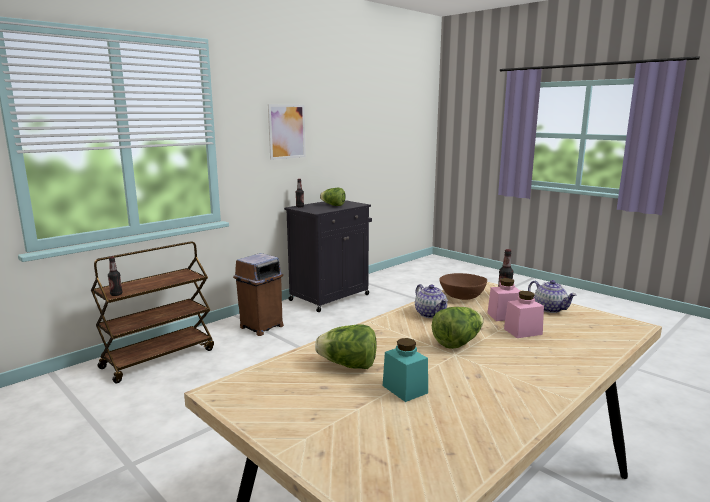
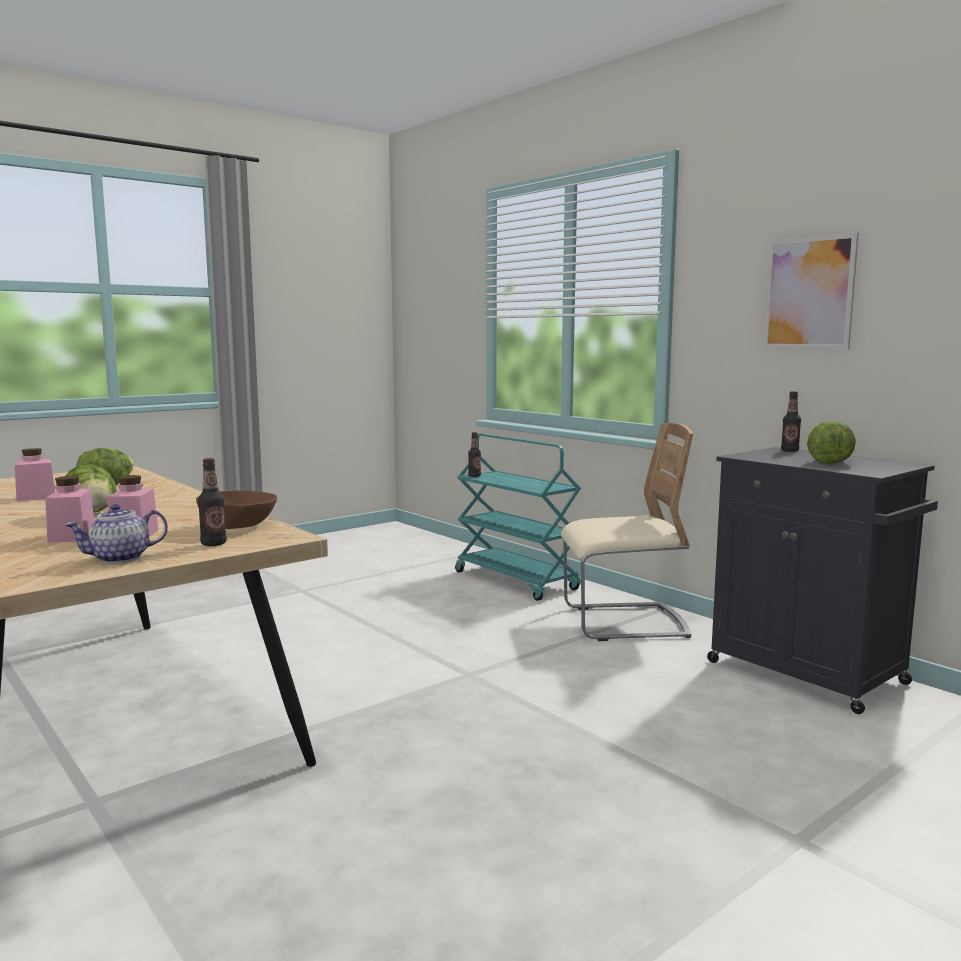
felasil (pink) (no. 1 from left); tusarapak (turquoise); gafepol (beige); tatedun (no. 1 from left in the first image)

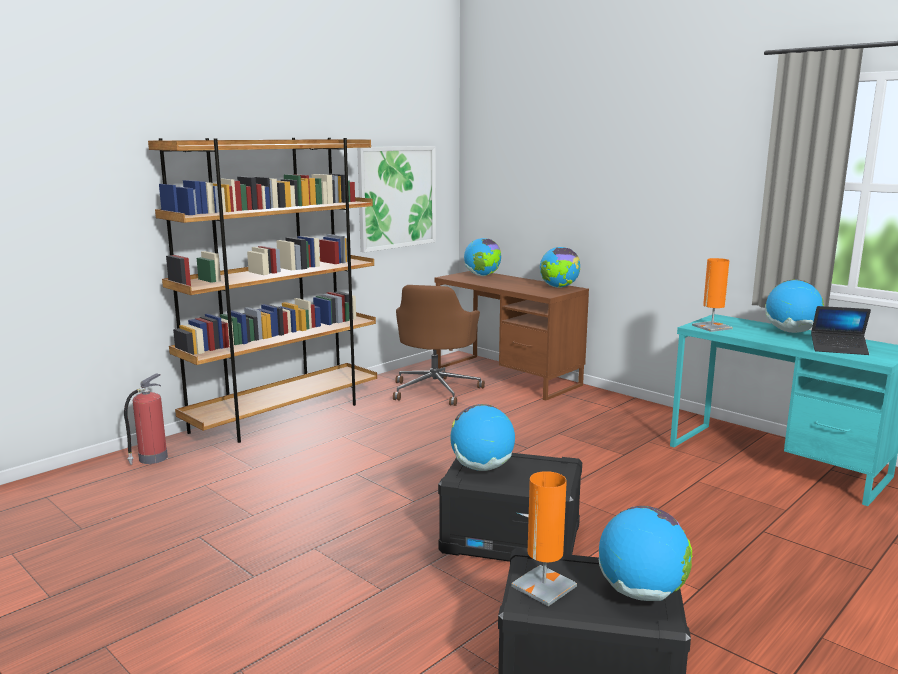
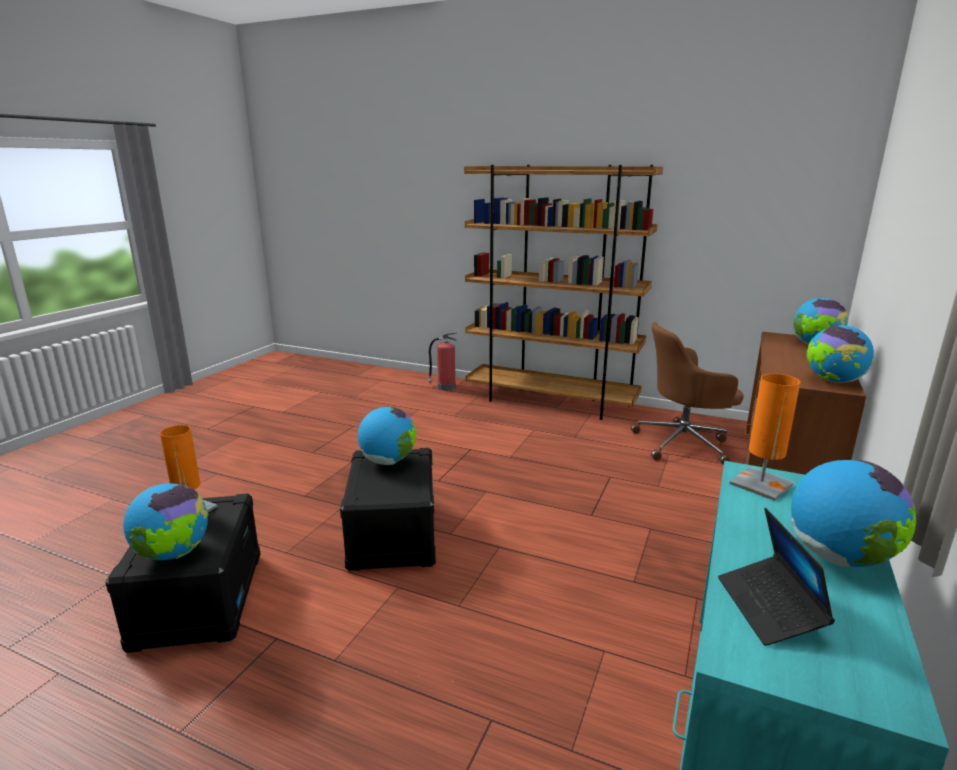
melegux

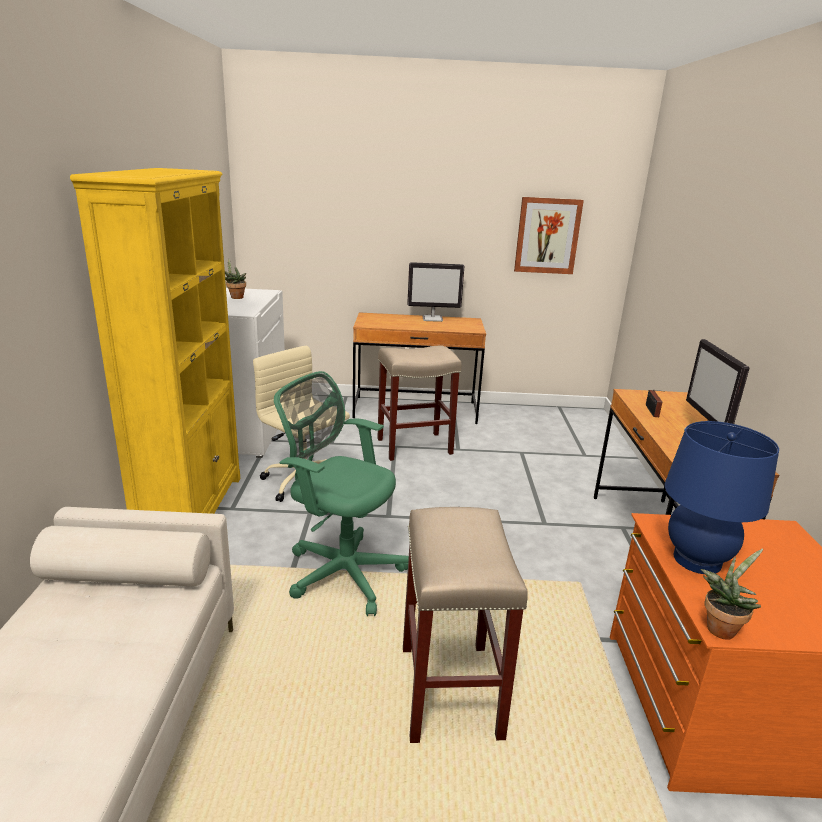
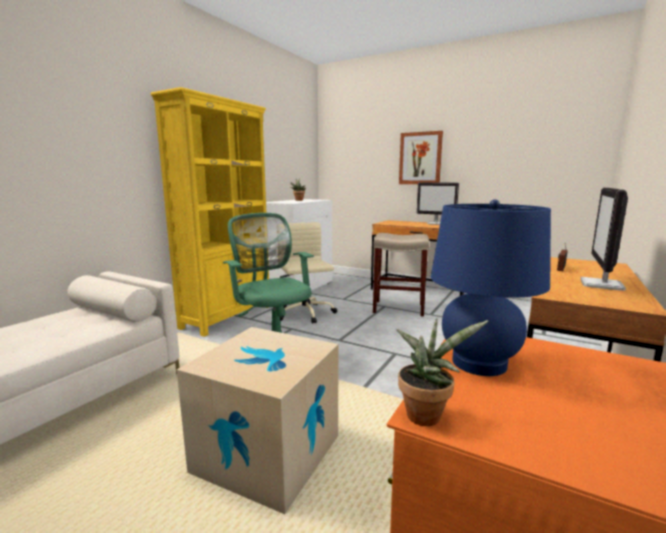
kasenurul; melegux

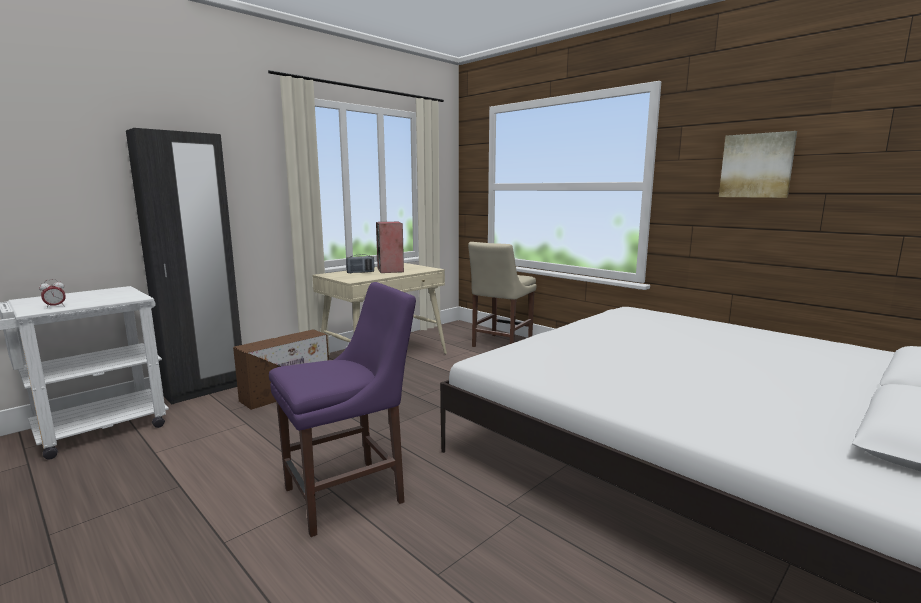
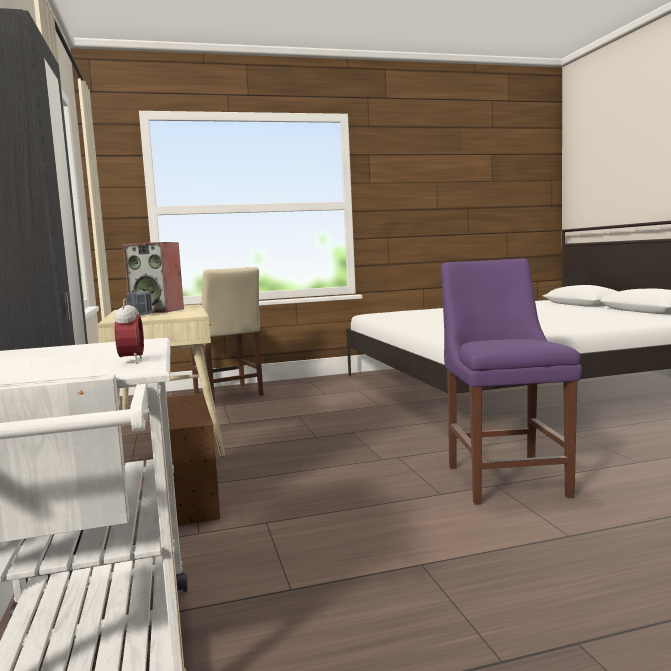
melegux

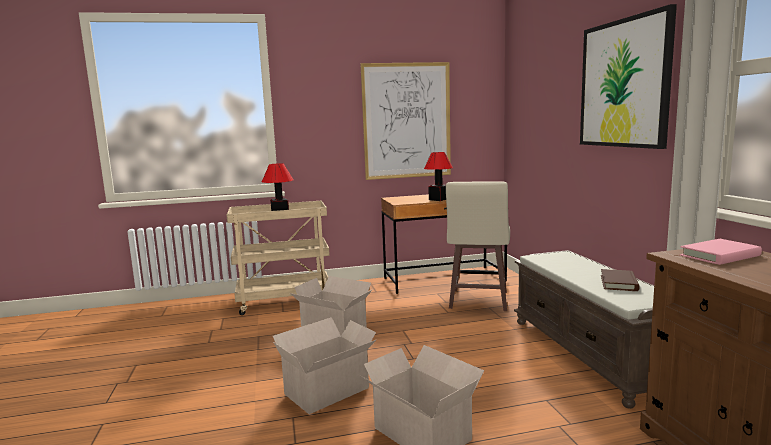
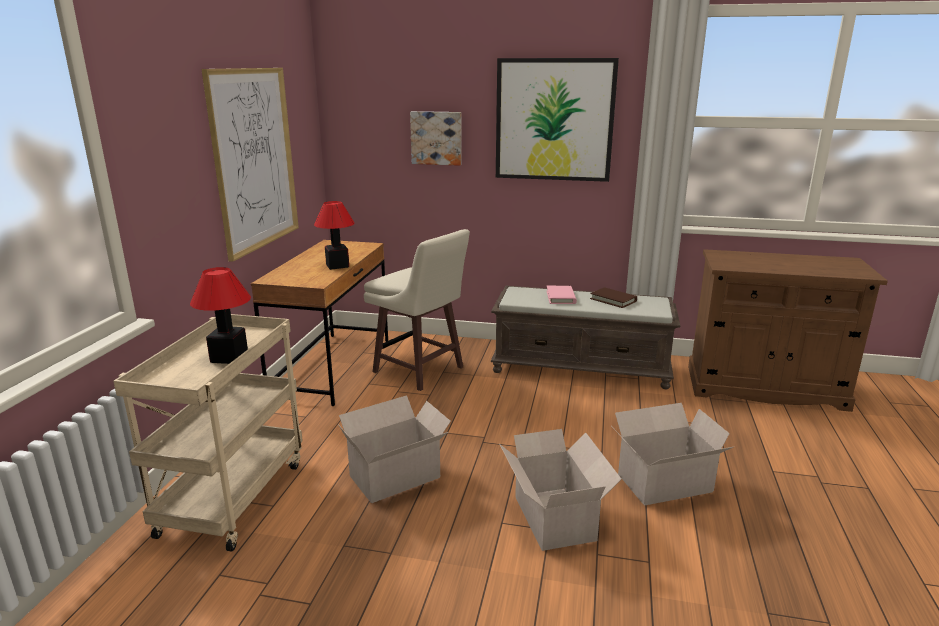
melegux (no. 2 from left); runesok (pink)

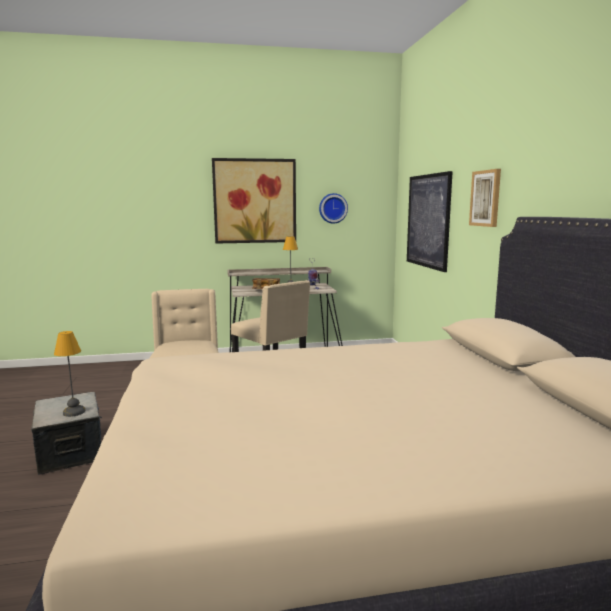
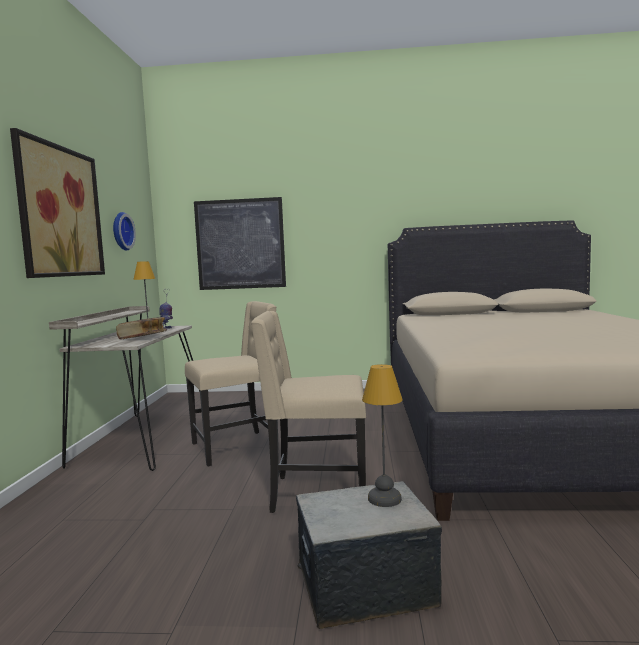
melegux (no. 3 from left in the first image)

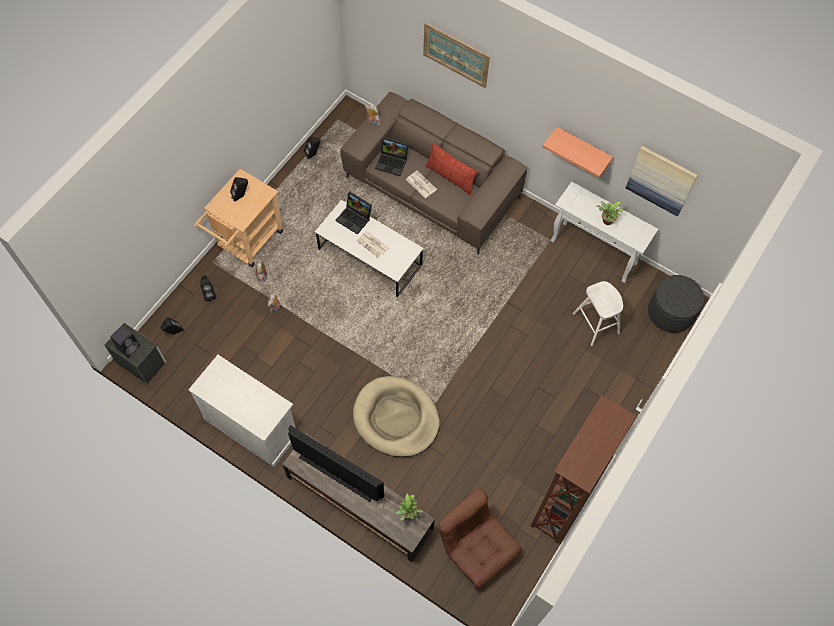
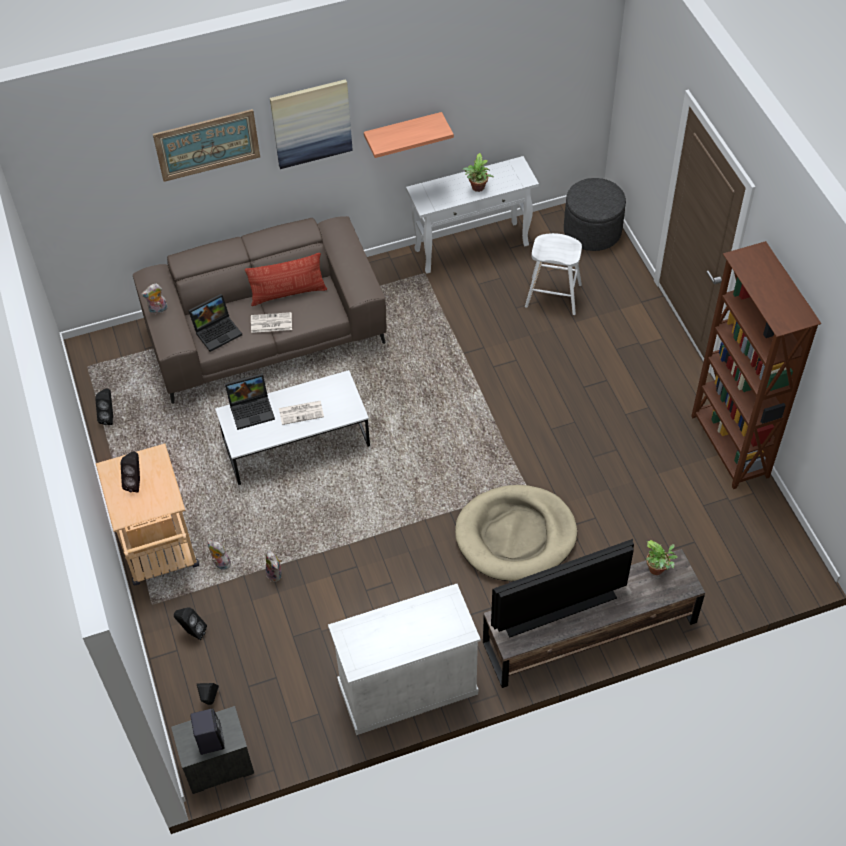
melegux (no. 2 from left); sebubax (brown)

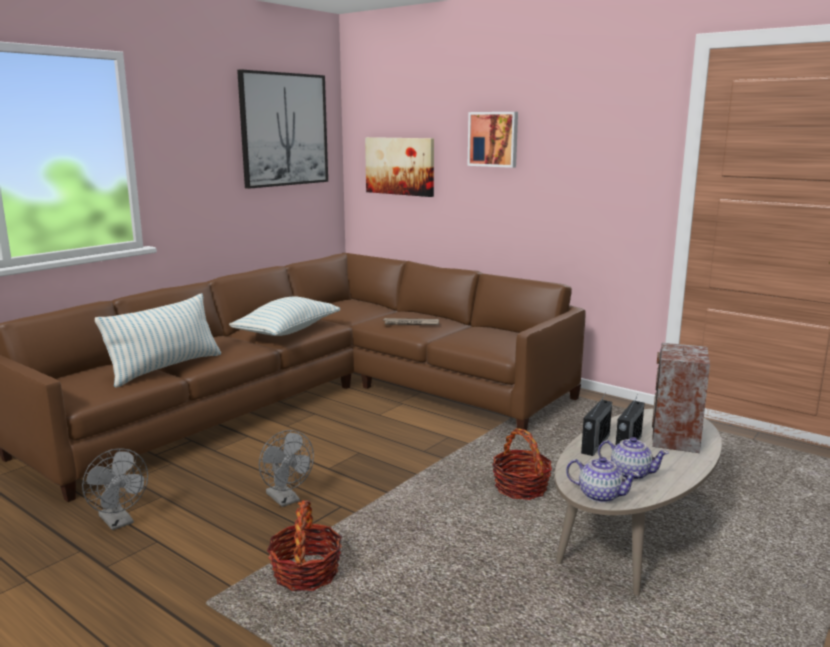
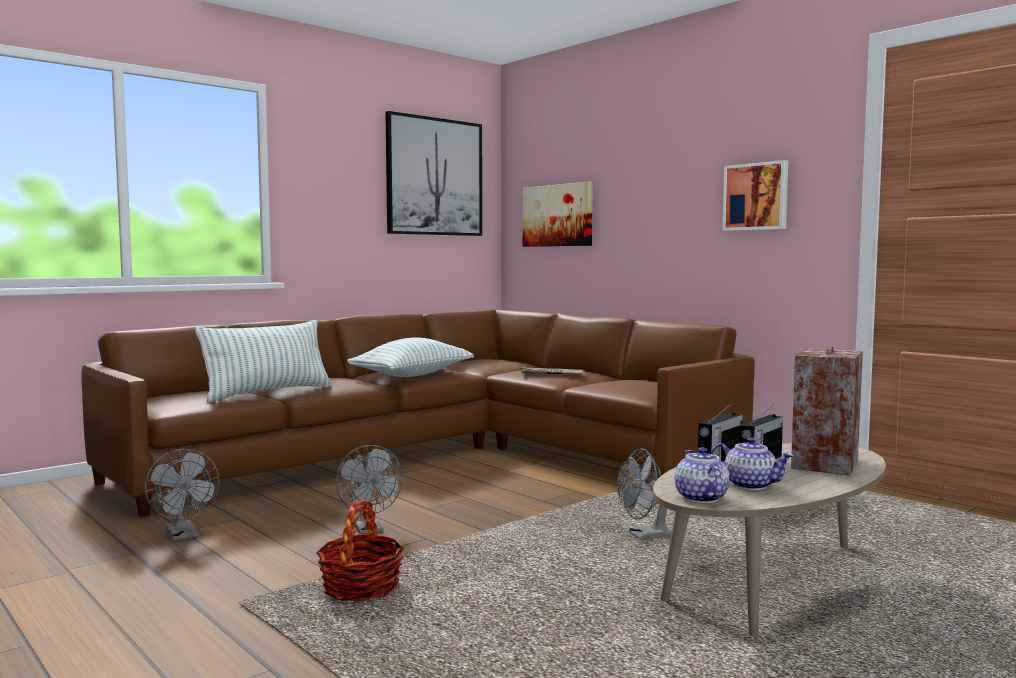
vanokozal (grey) (no. 3 from left); tatedun (no. 1 from left); melegux (no. 3 from left)

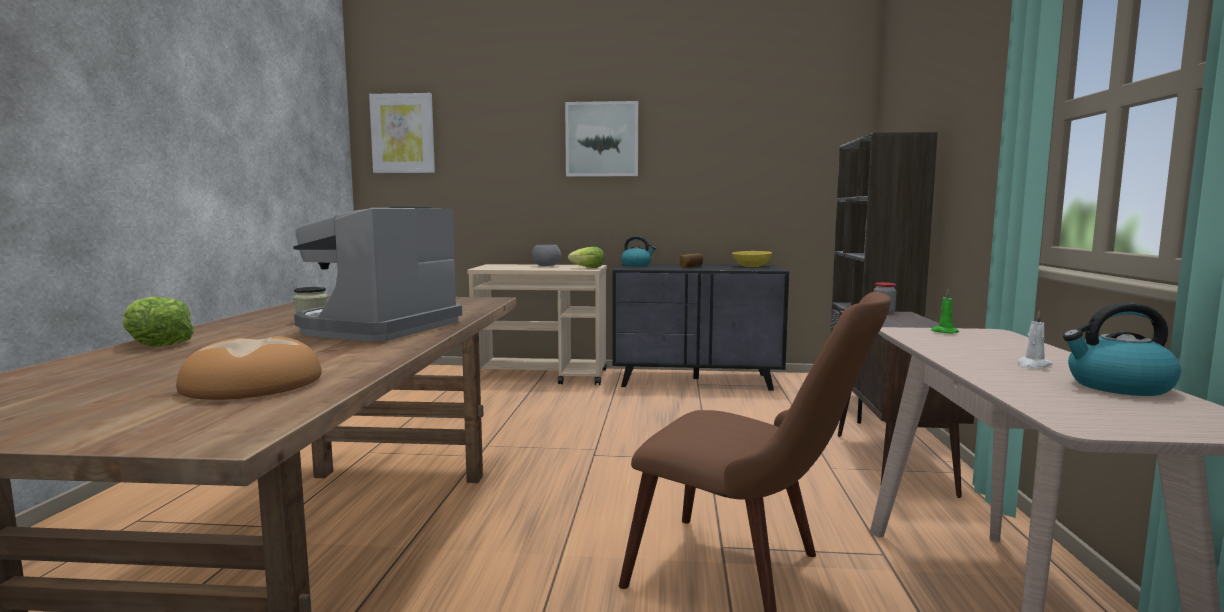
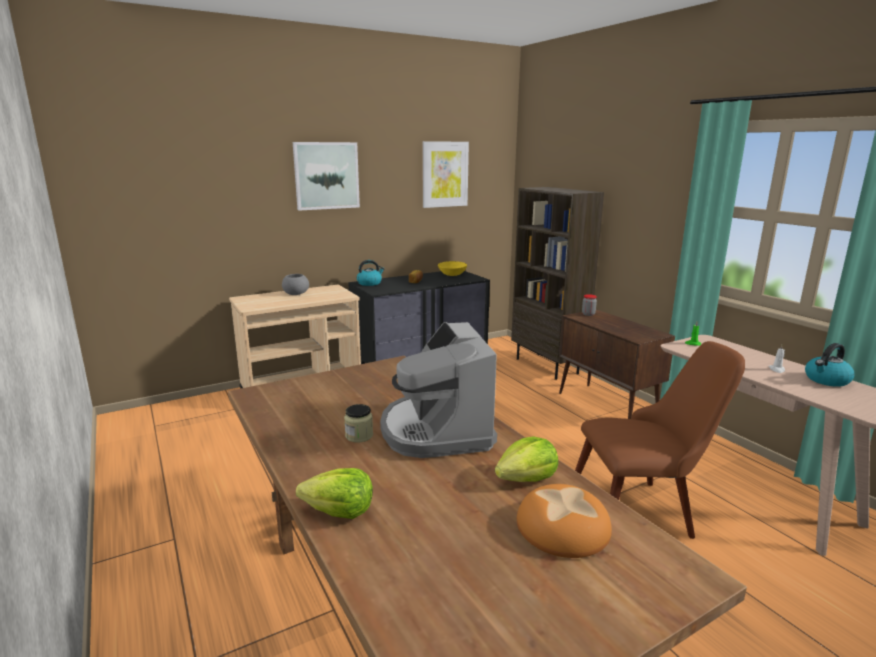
melegux (no. 2 from left); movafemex (no. 2 from left)

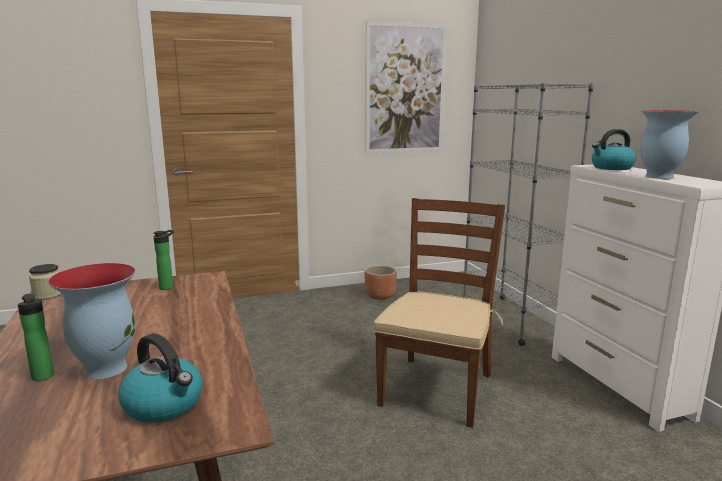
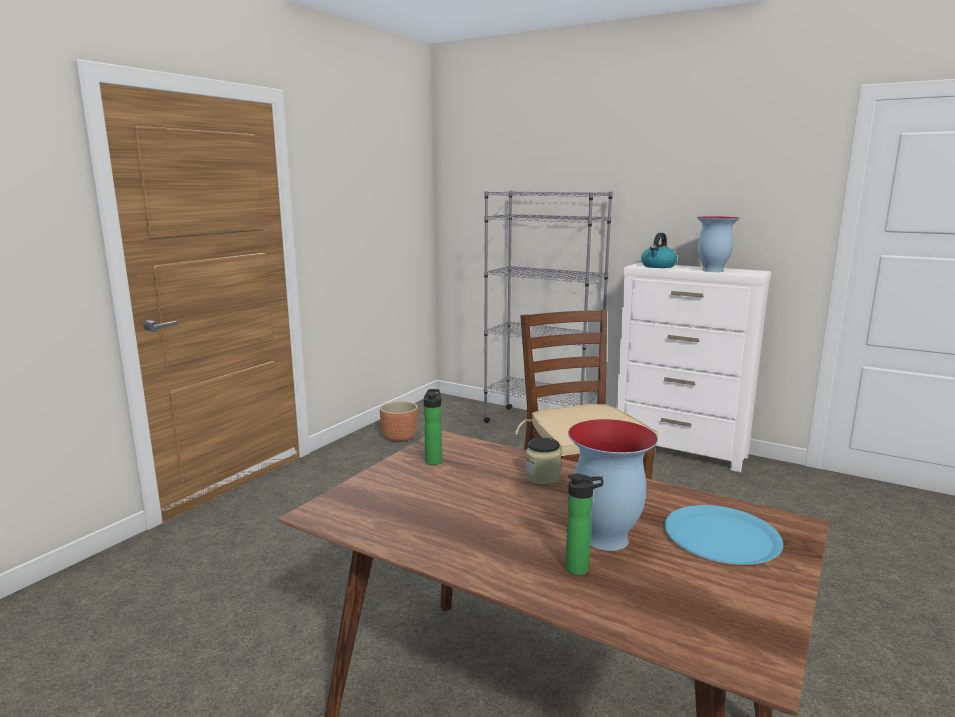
felasil; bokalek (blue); melegux

